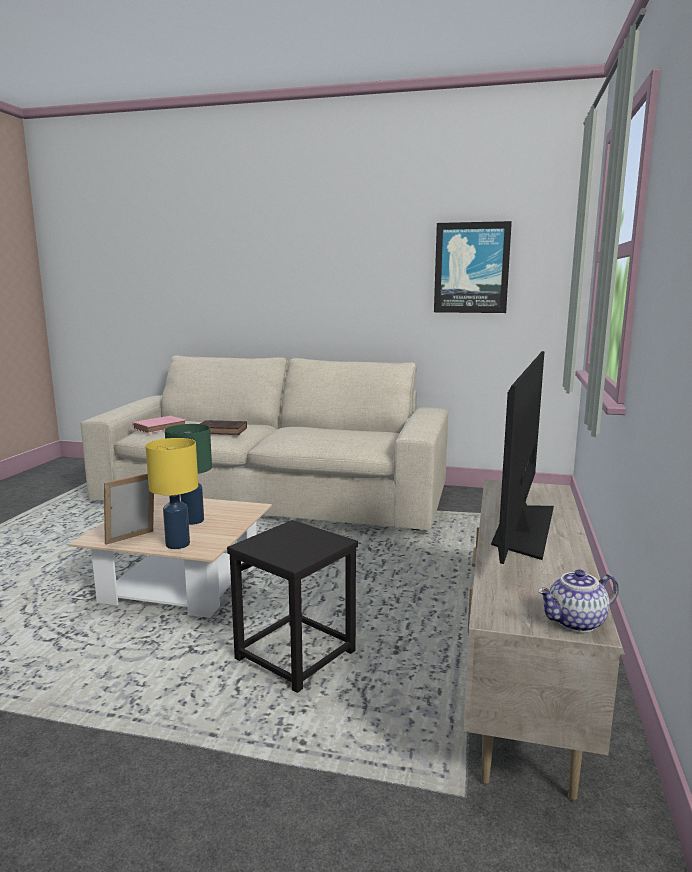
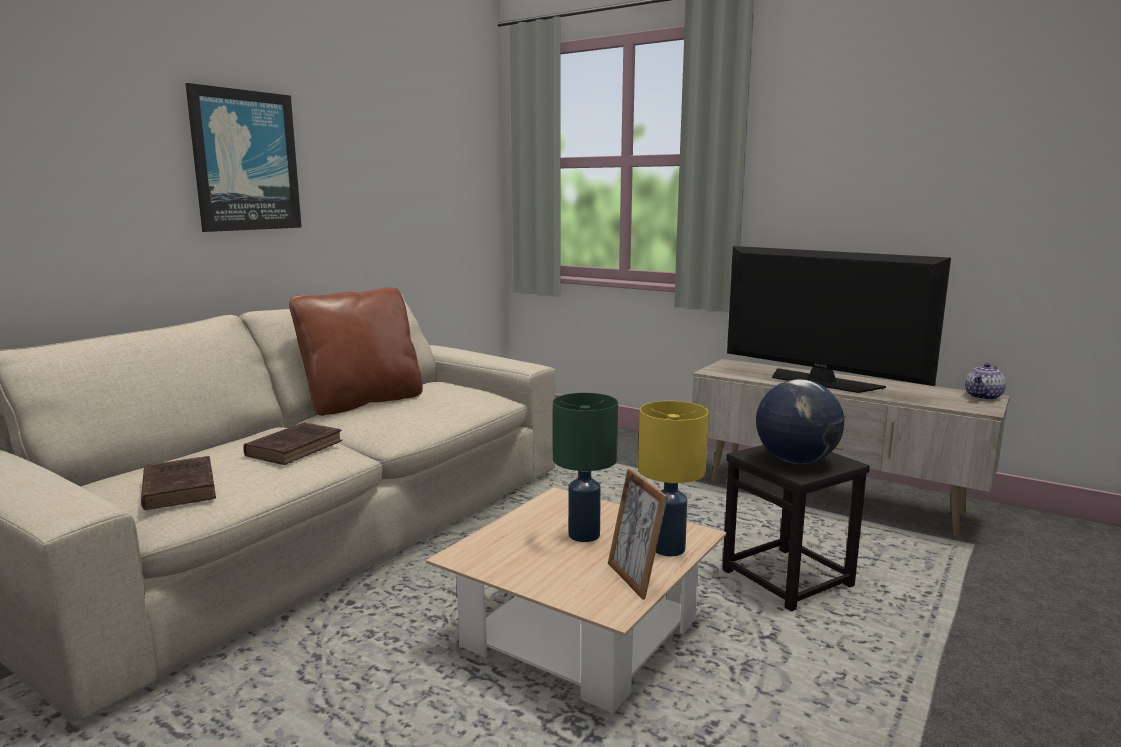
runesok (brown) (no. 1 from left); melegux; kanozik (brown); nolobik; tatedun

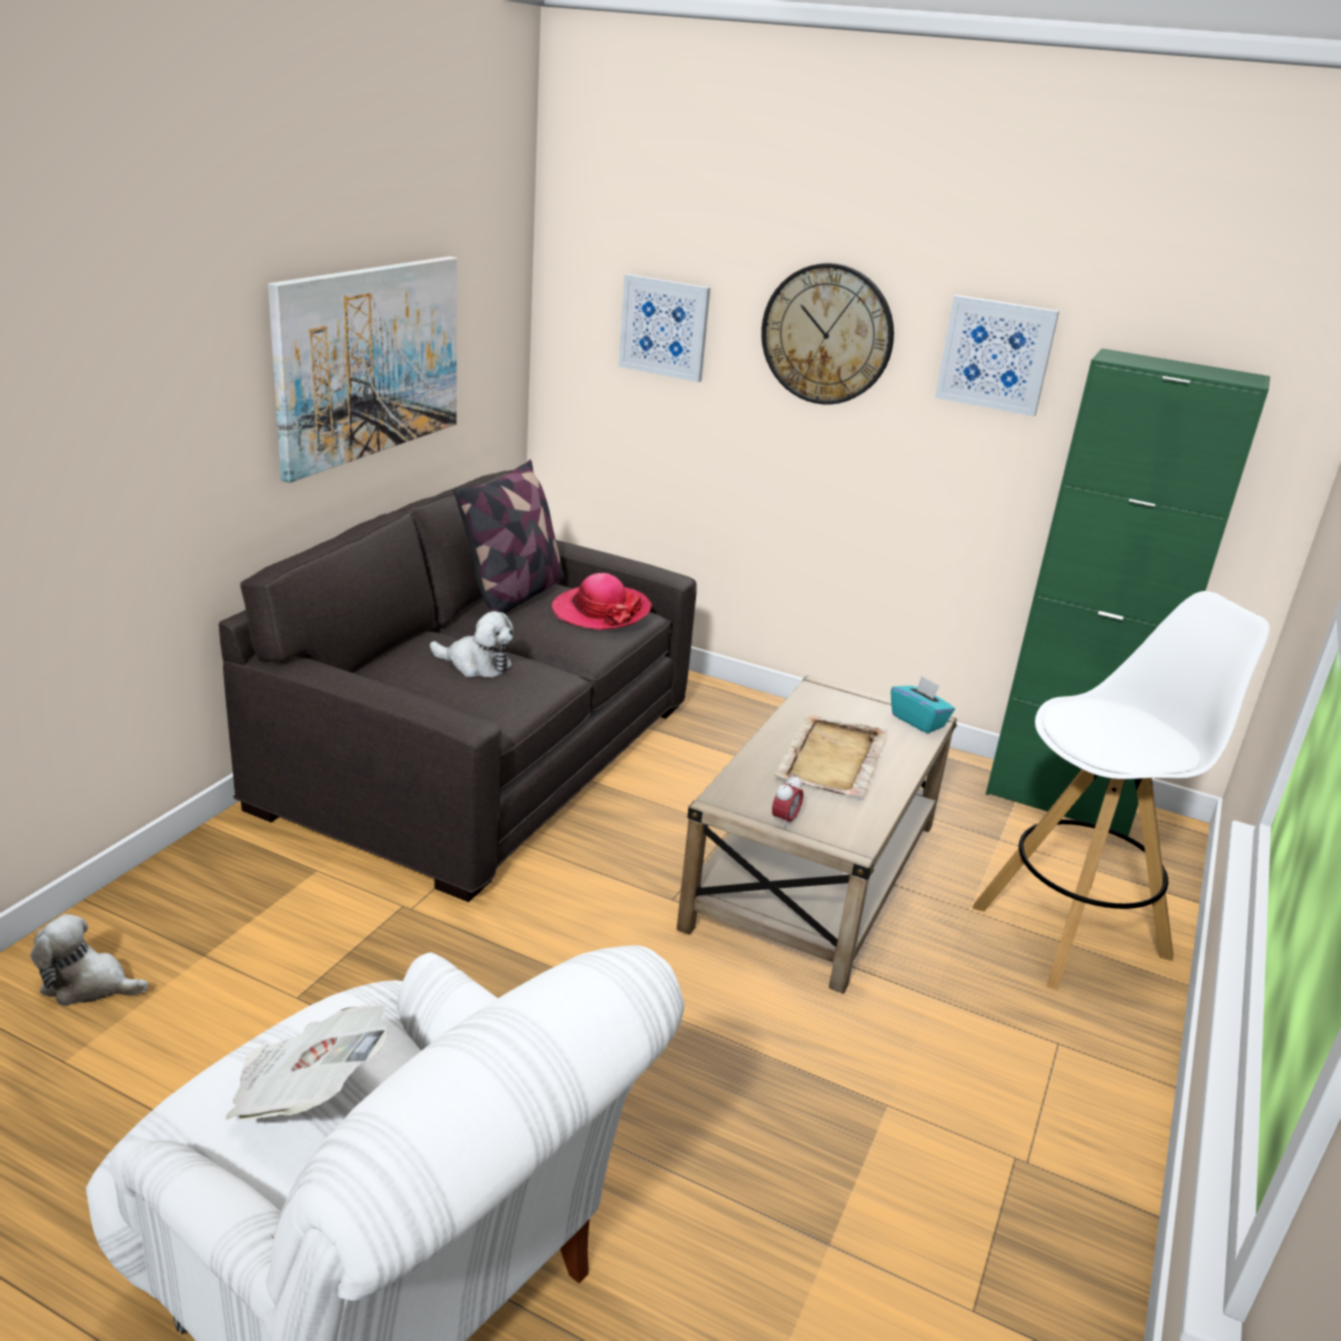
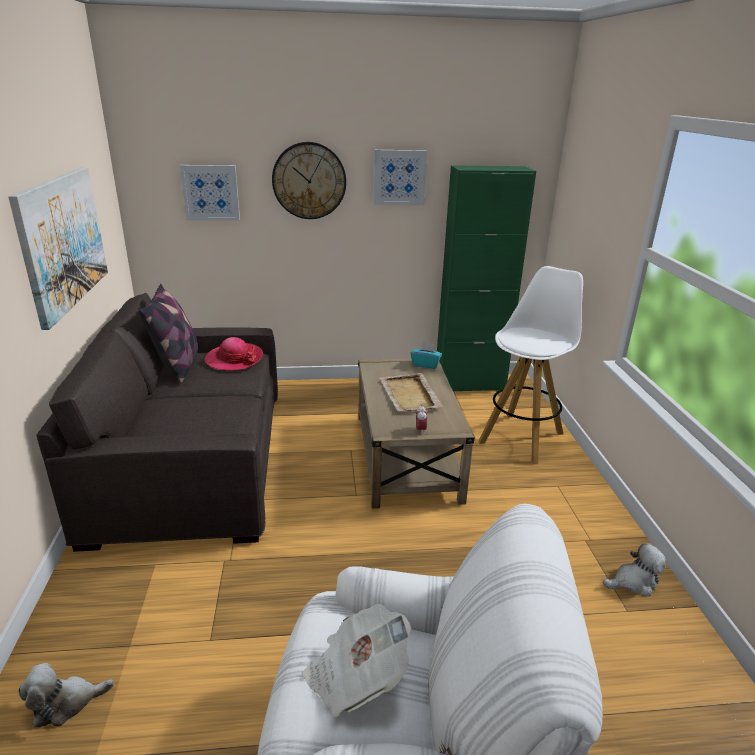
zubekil (no. 2 from left)

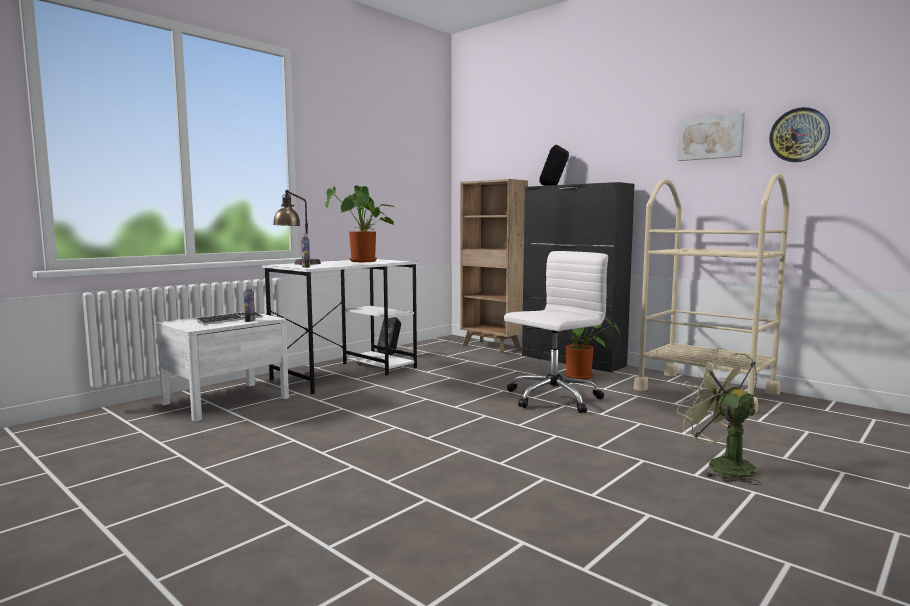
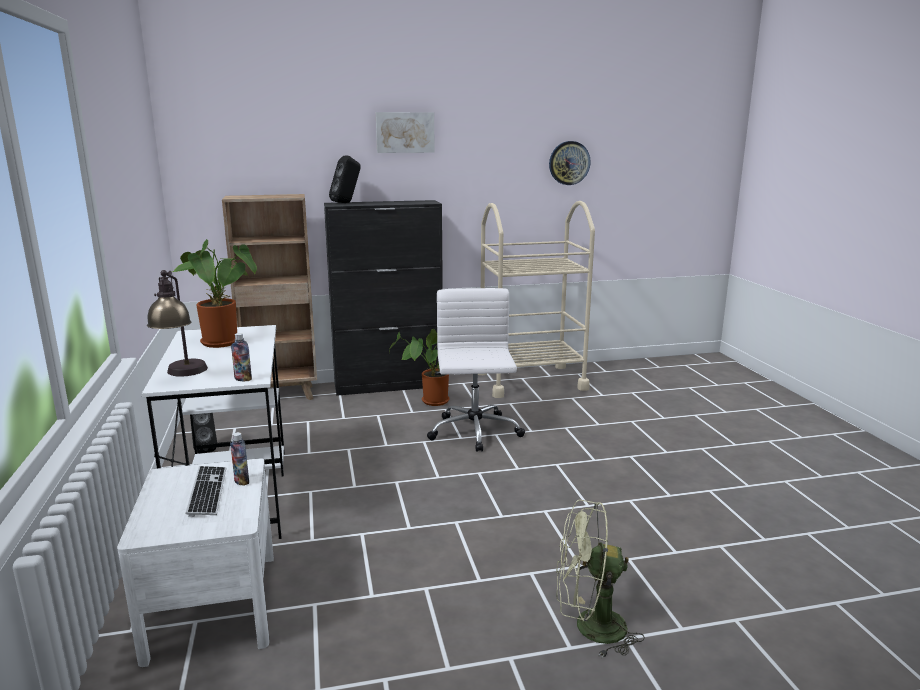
melegux; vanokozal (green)

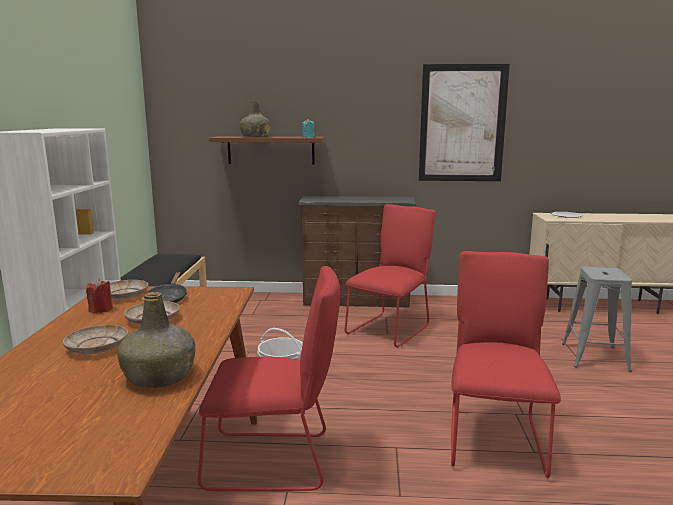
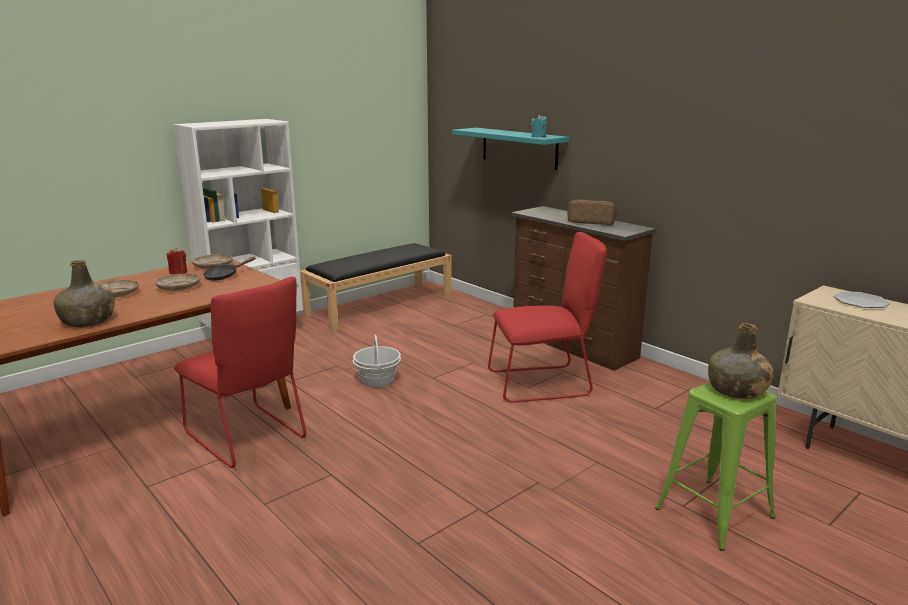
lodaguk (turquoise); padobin; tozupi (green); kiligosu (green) (no. 2 from left); melegux; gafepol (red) (no. 3 from left in the first image)

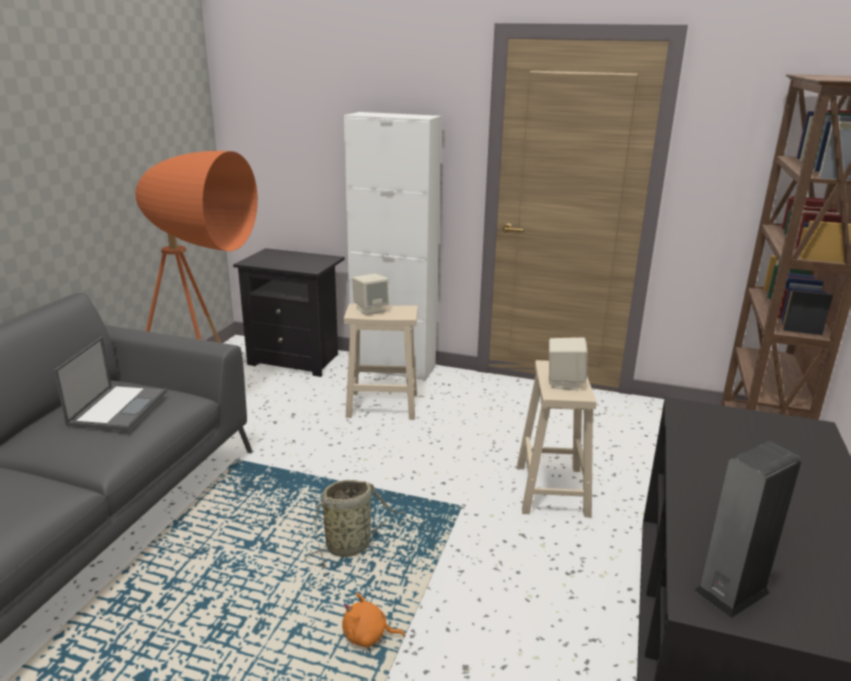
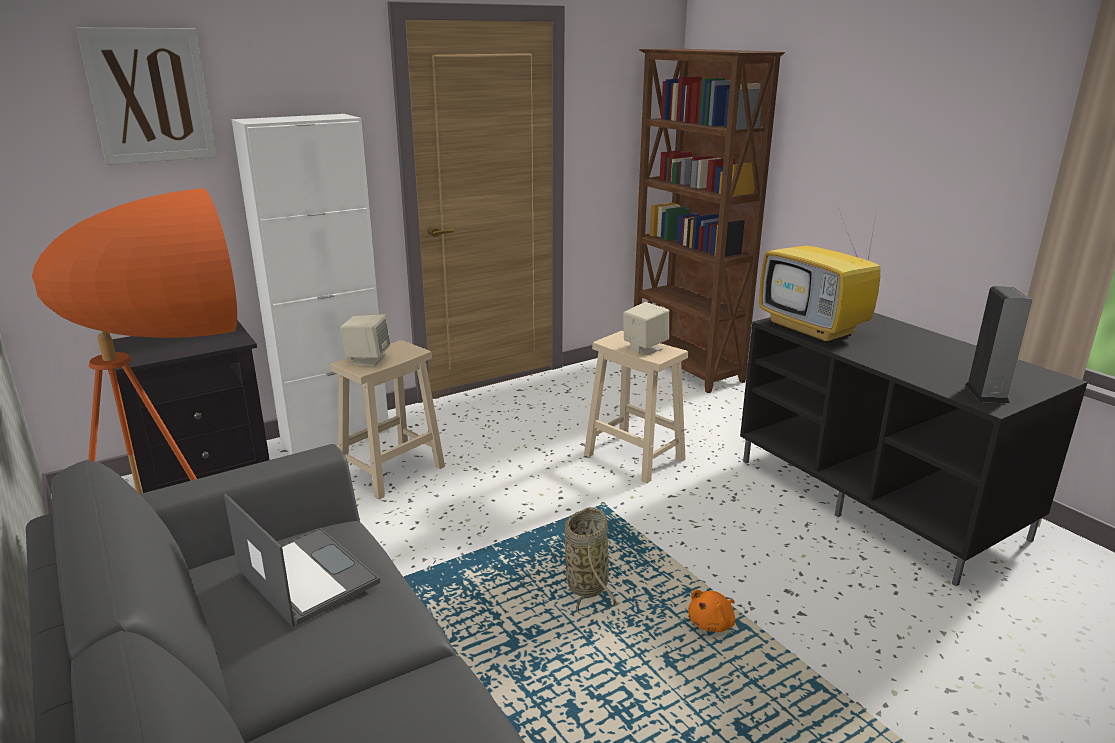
melegux; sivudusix

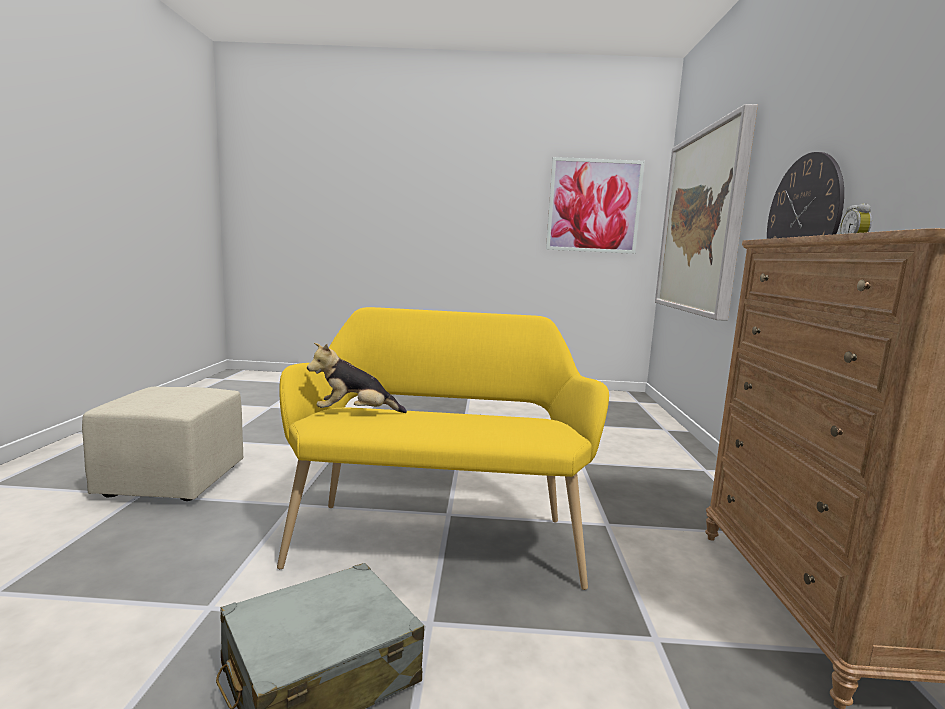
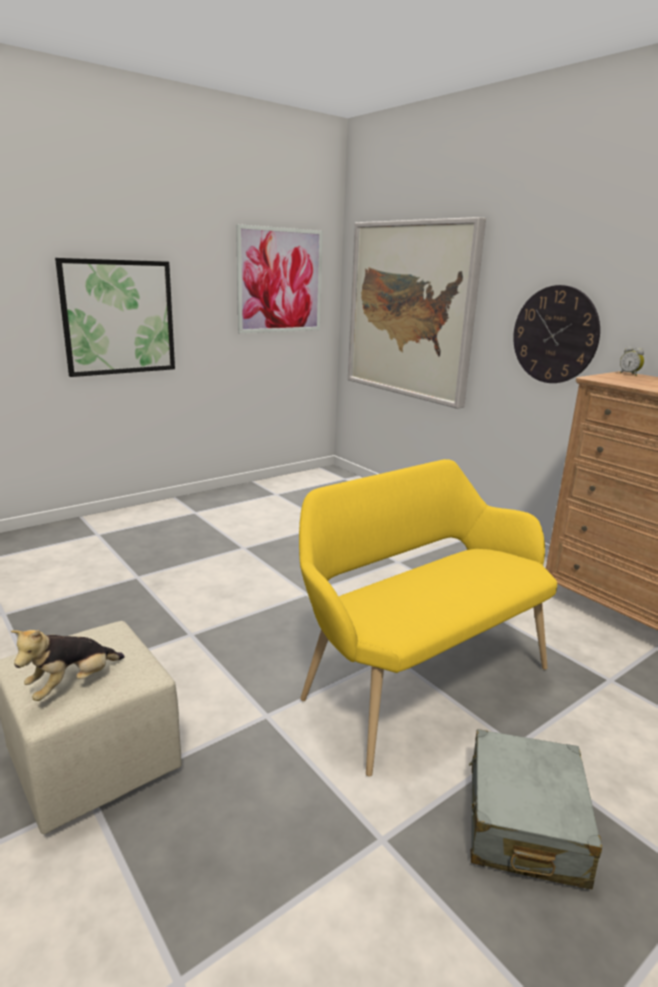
zubekil; melegux (no. 1 from left)

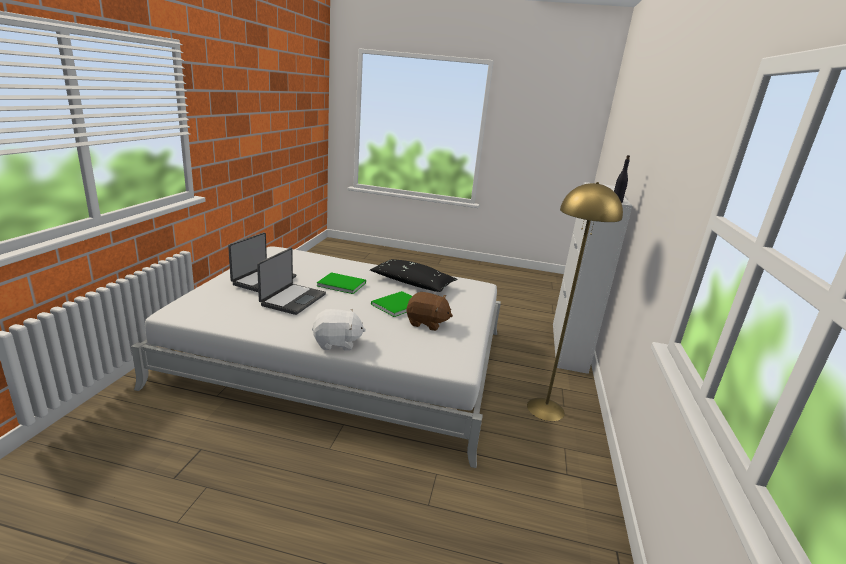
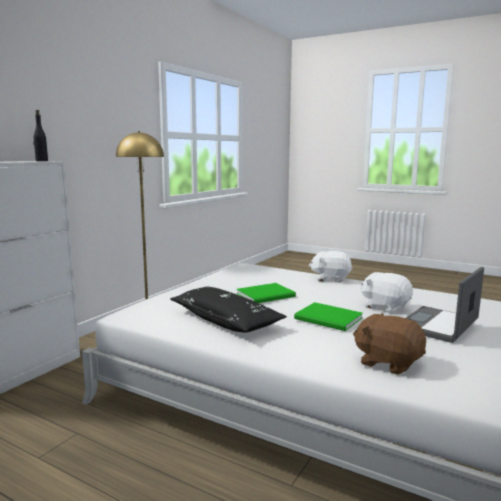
zubekil (brown); zubekil (white) (no. 2 from left)

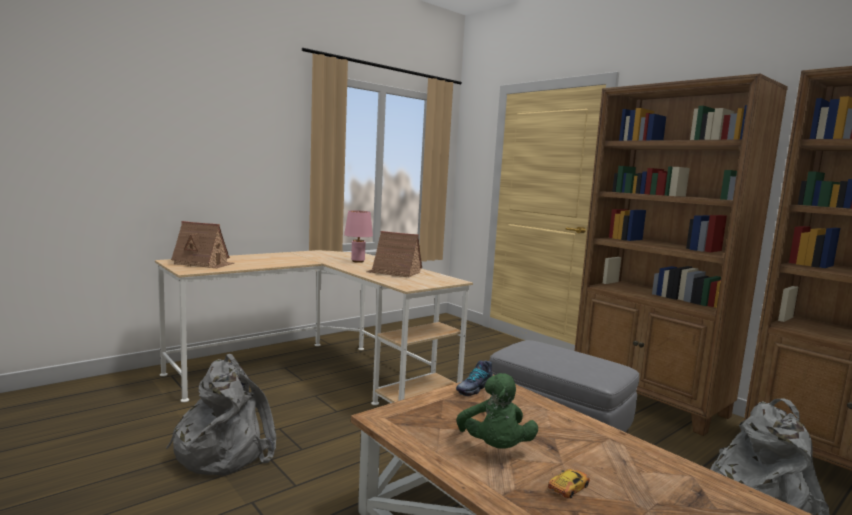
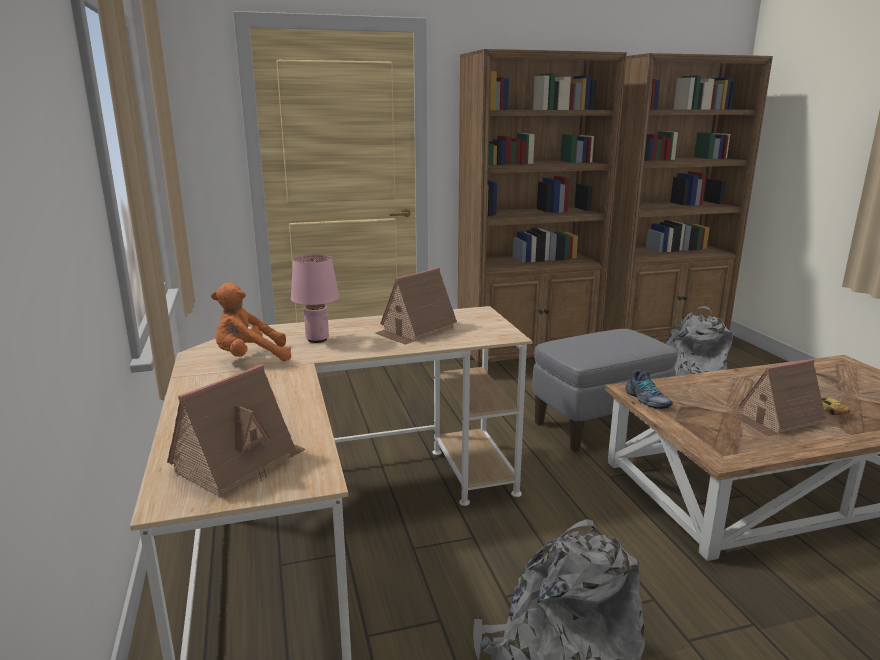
zubekil (orange); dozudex (no. 3 from left)

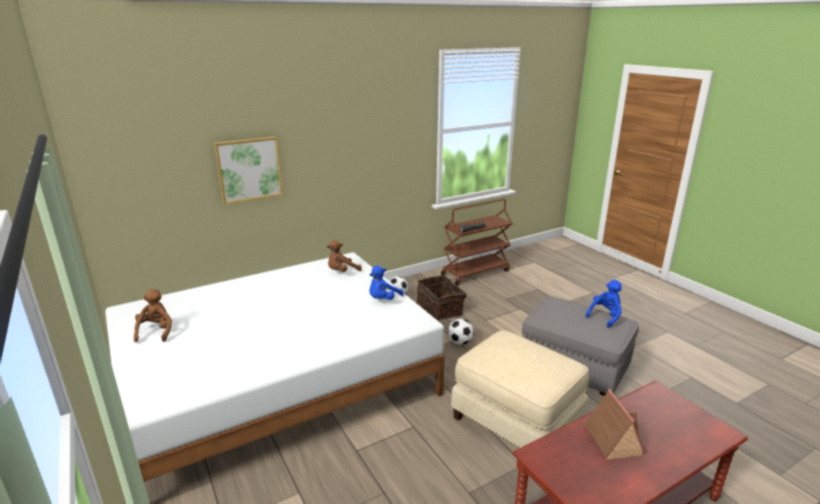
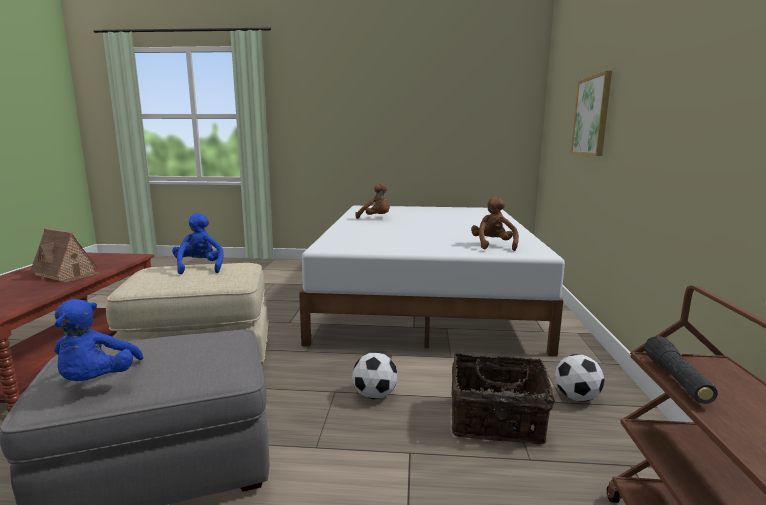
zubekil (blue) (no. 2 from left); zubekil (brown) (no. 1 from left)

